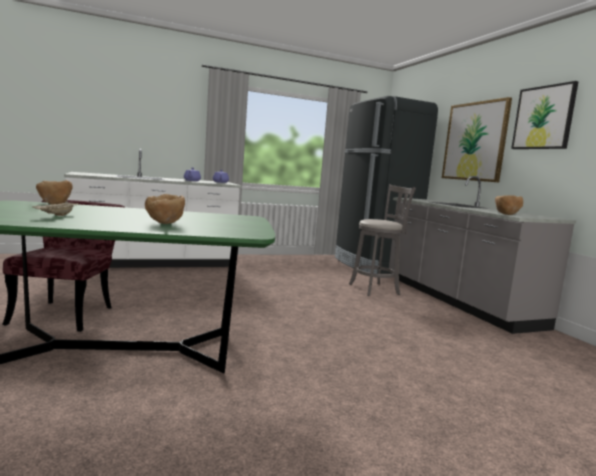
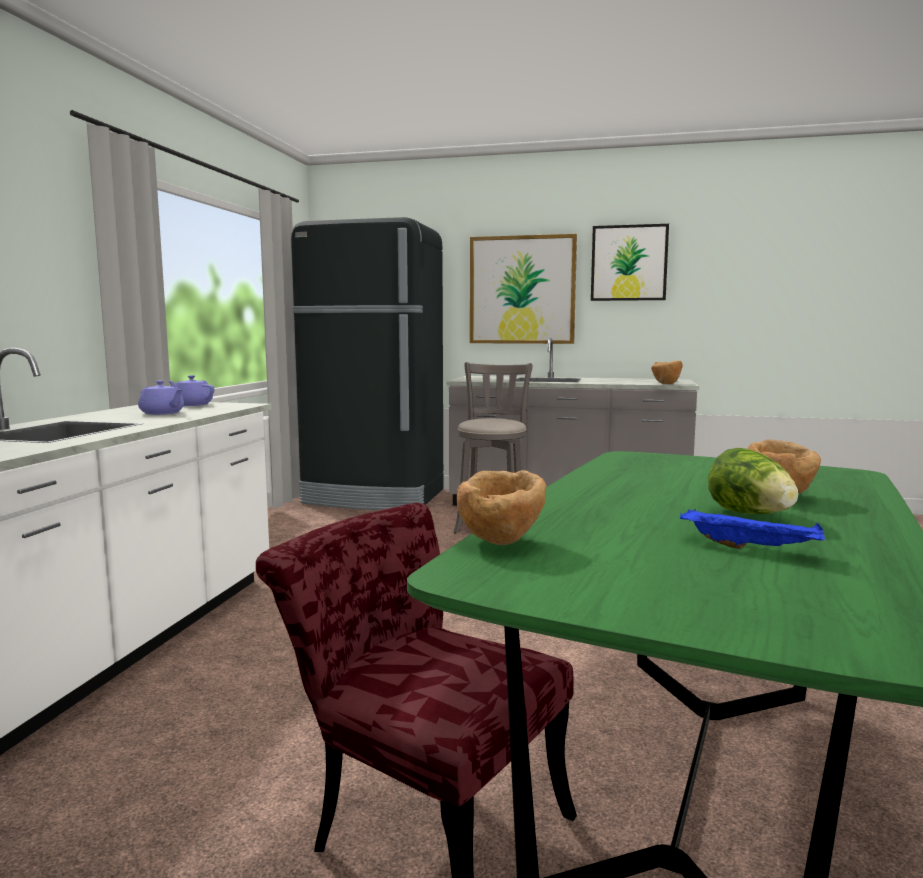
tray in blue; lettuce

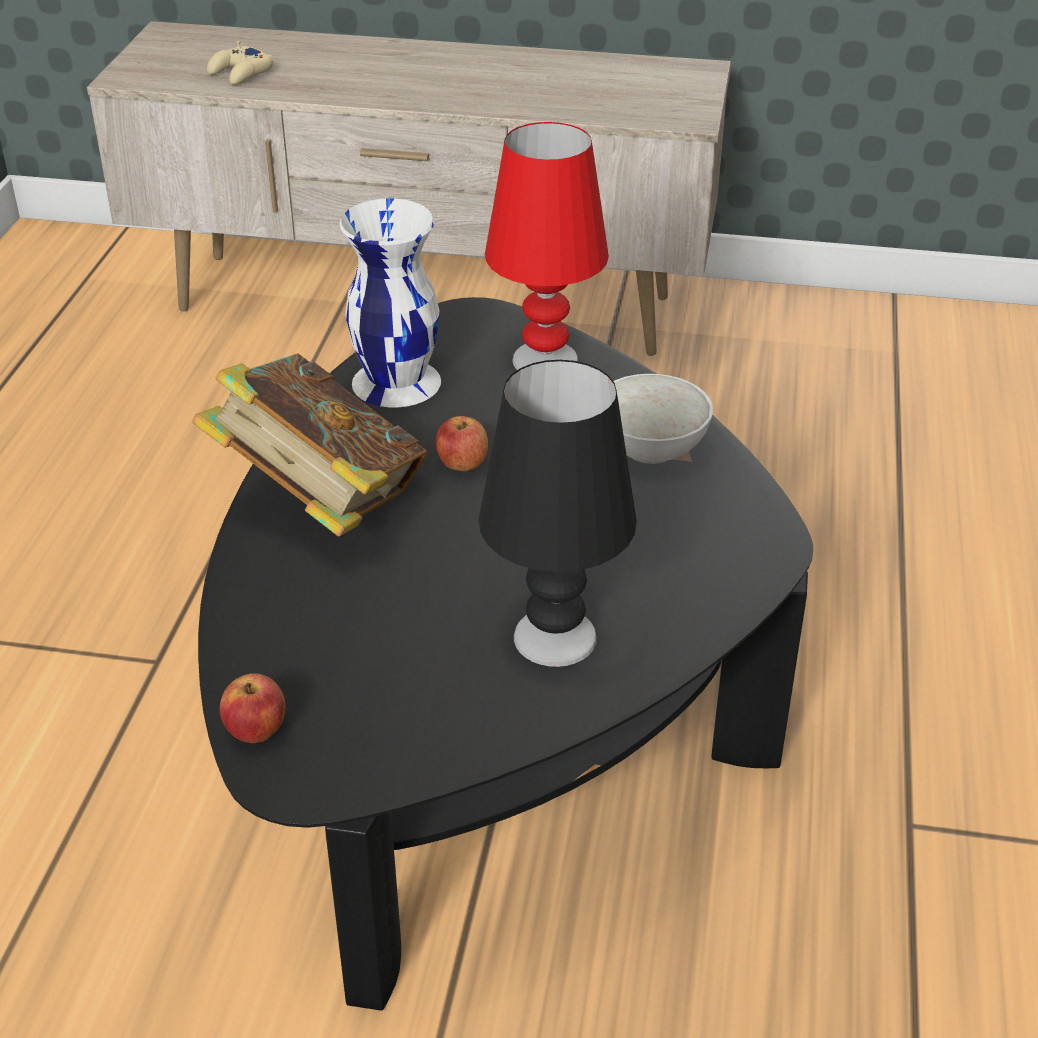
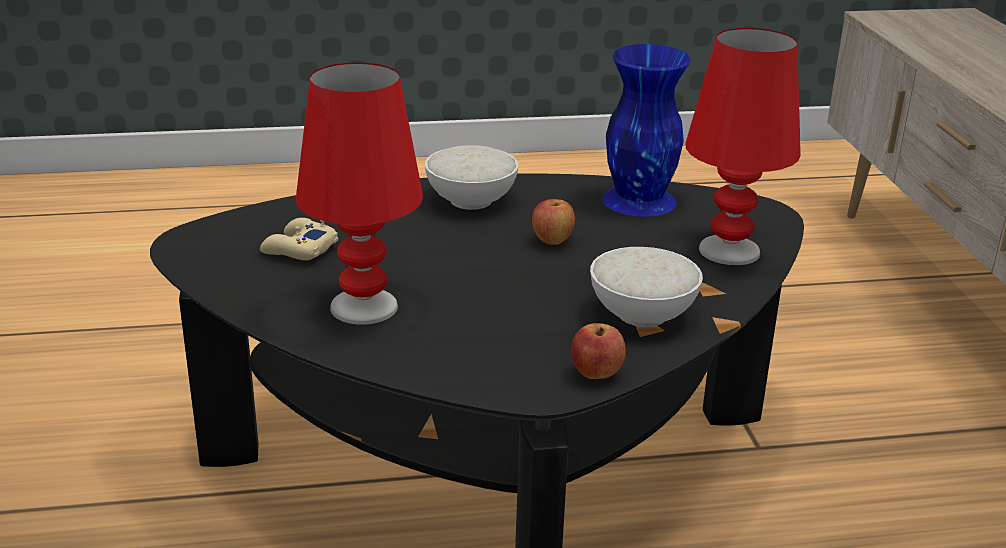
bowl in white (1st from left); game controller in beige; apple (2nd from left); vase in blue; table lamp in red (1st from left)

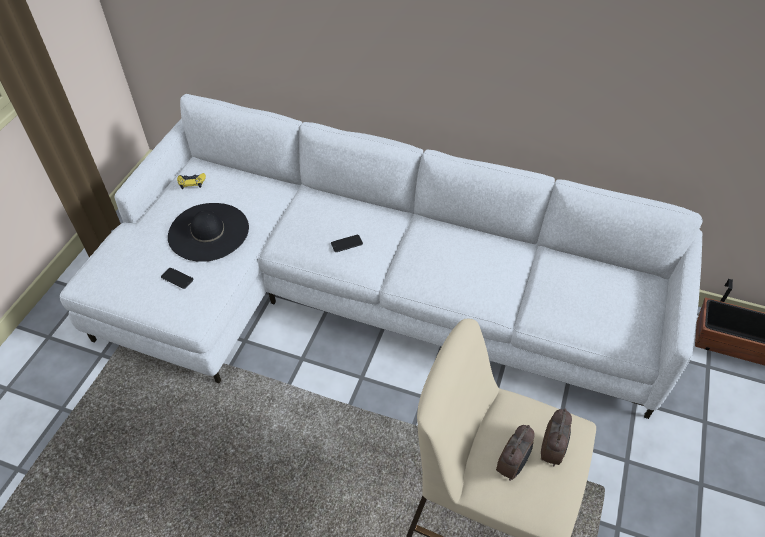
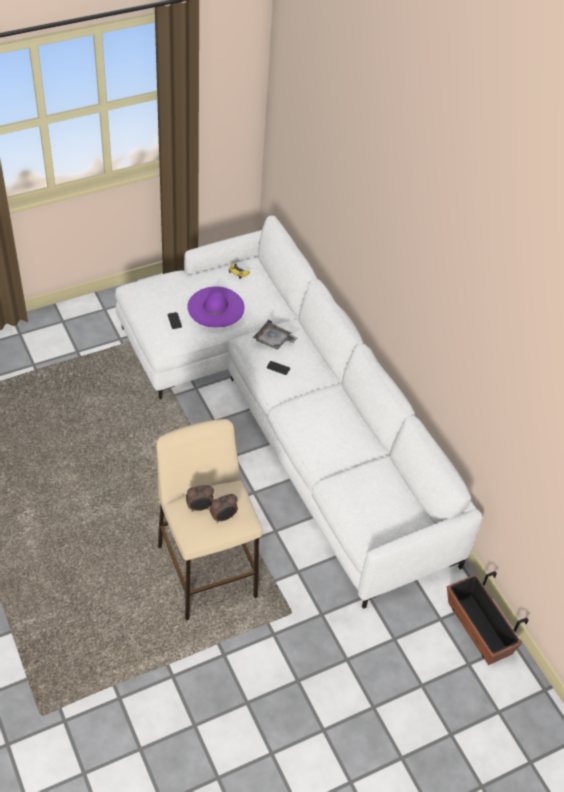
hat in purple; tray in grey

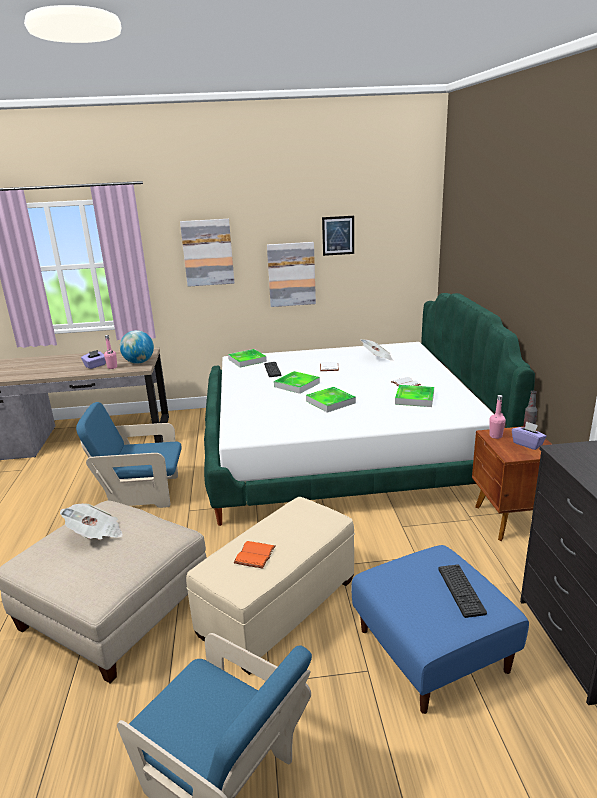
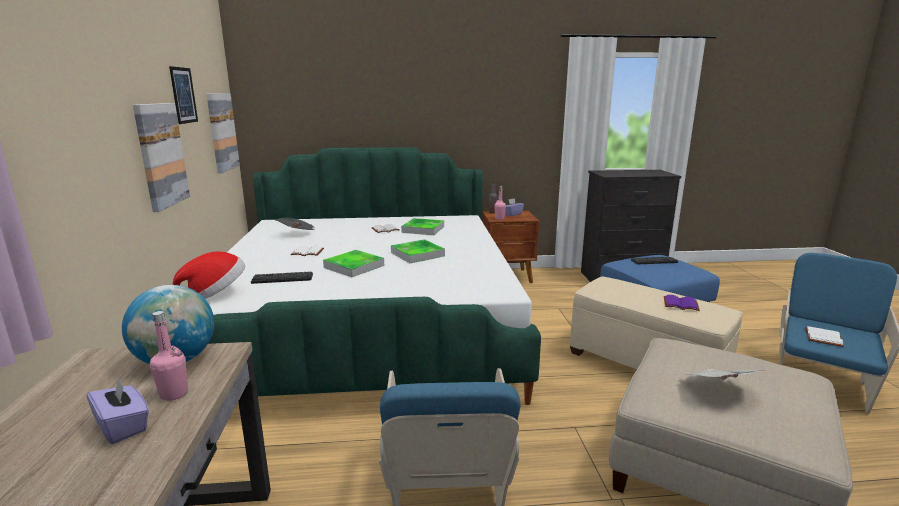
picture (3rd from left); hat; book in purple; book in white (3rd from left)

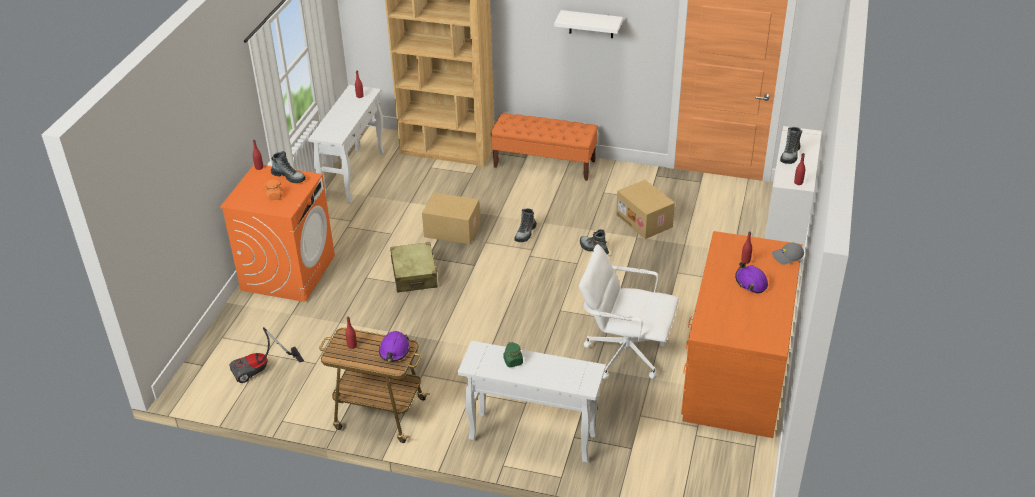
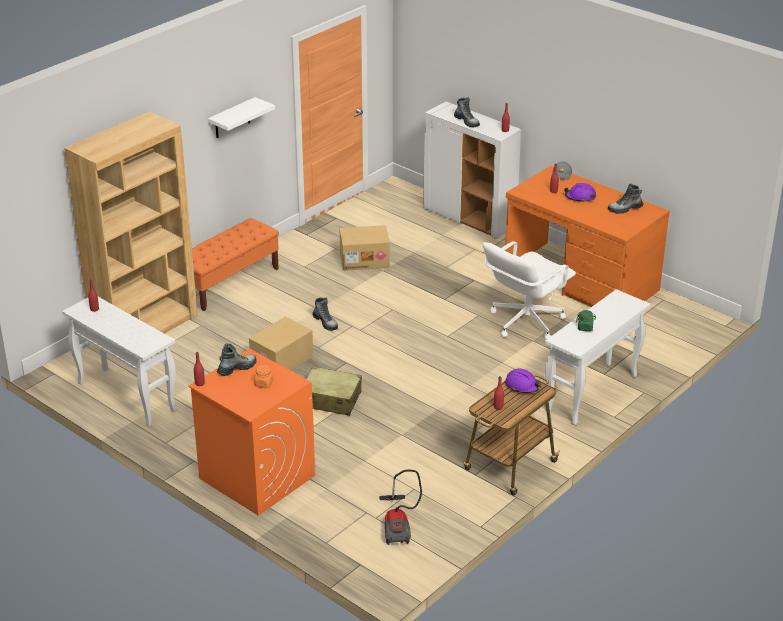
boot (4th from left)

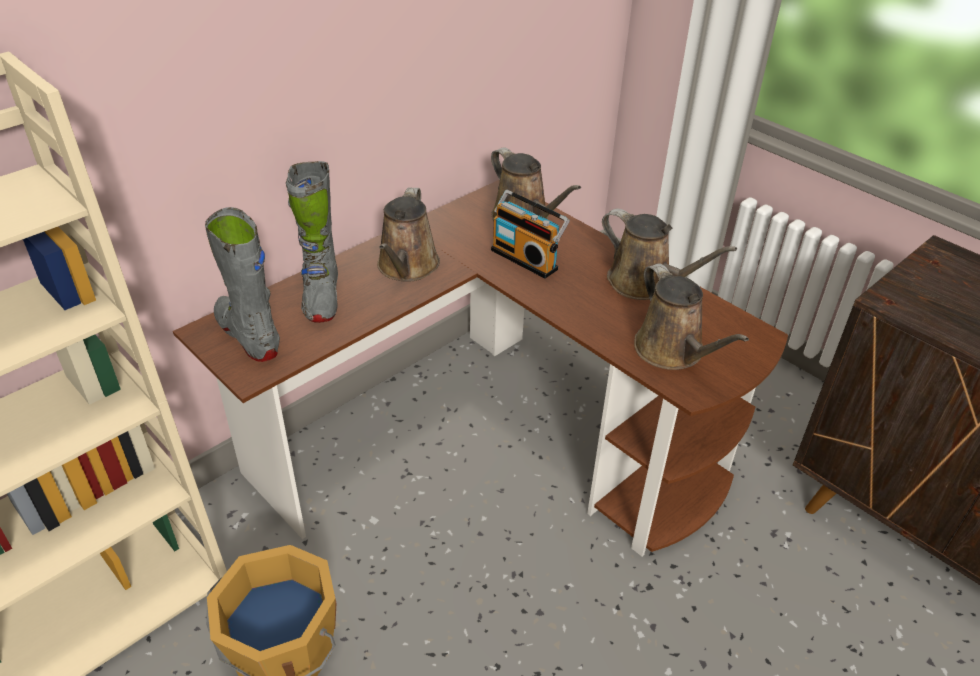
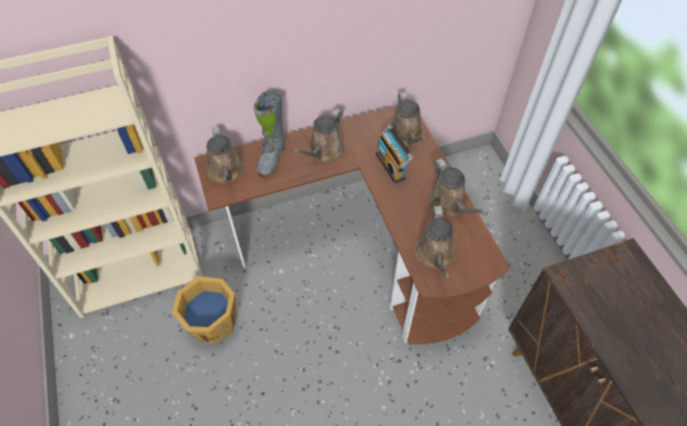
watering can in brown (1st from left)

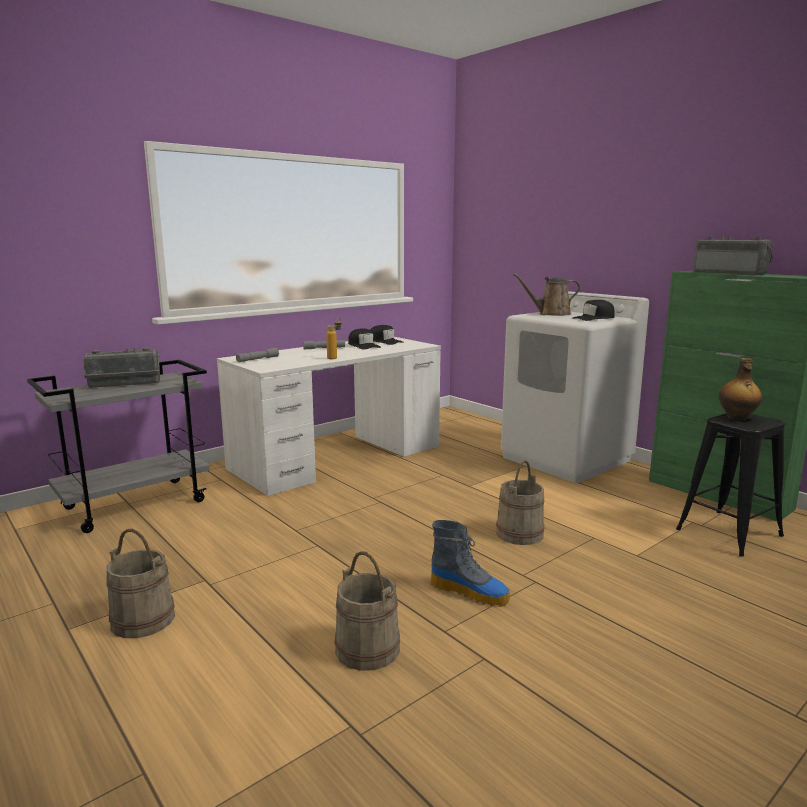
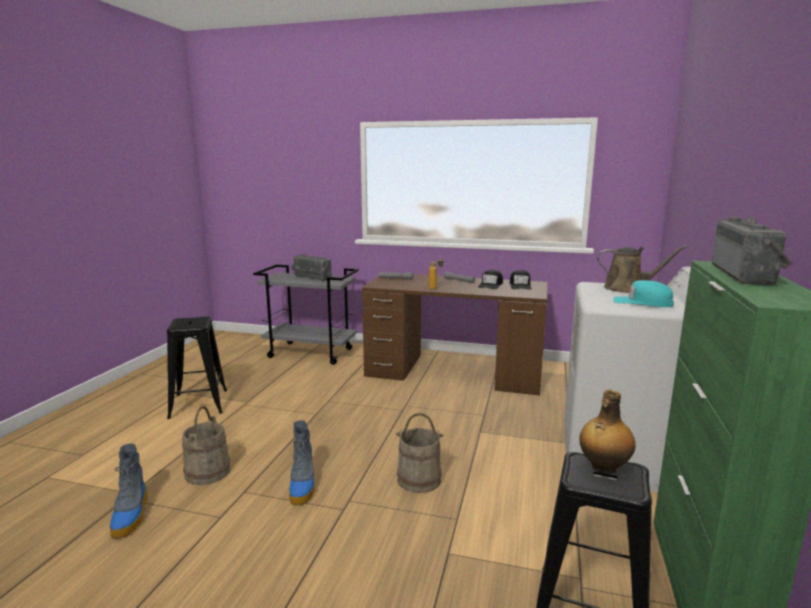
stool in black (1st from left); desk in brown; watering can in brown; cap in turquoise; boot (1st from left)

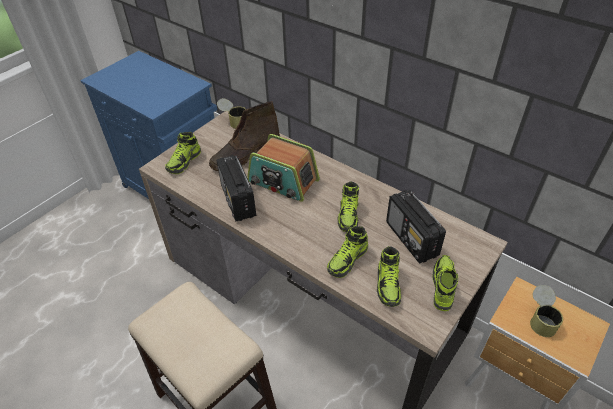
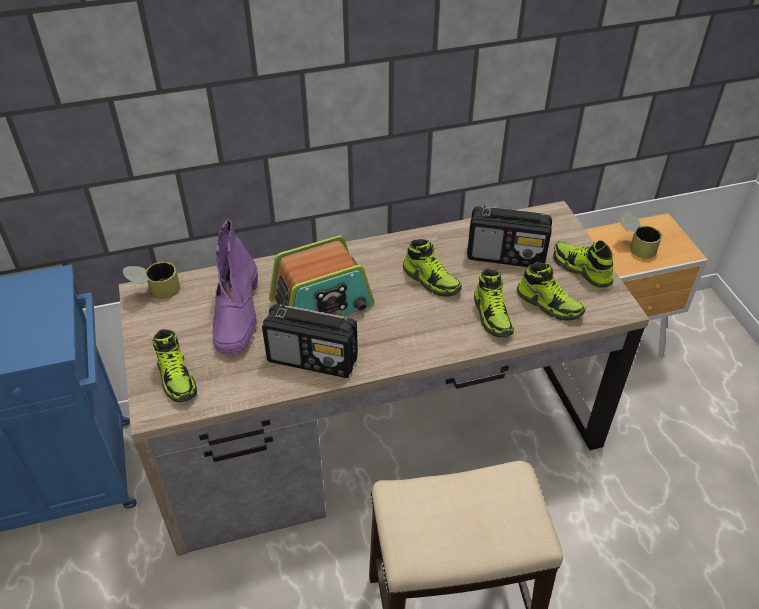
boot in purple

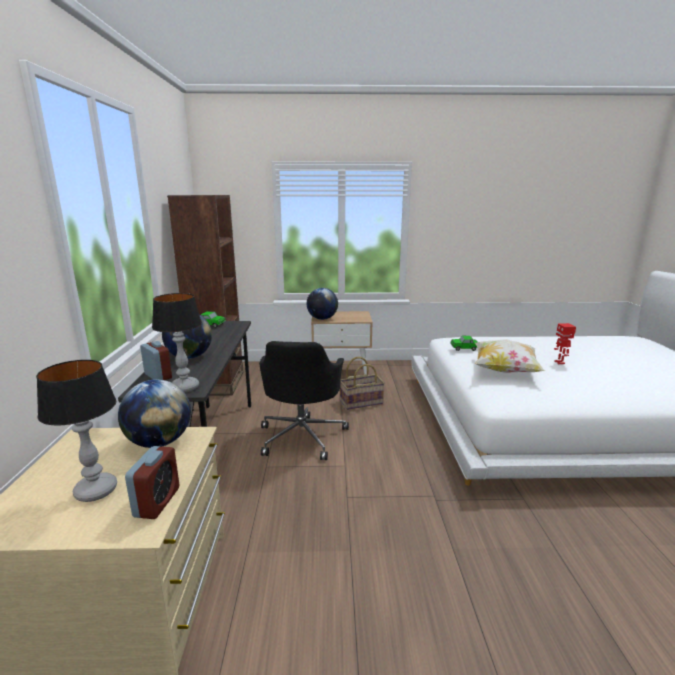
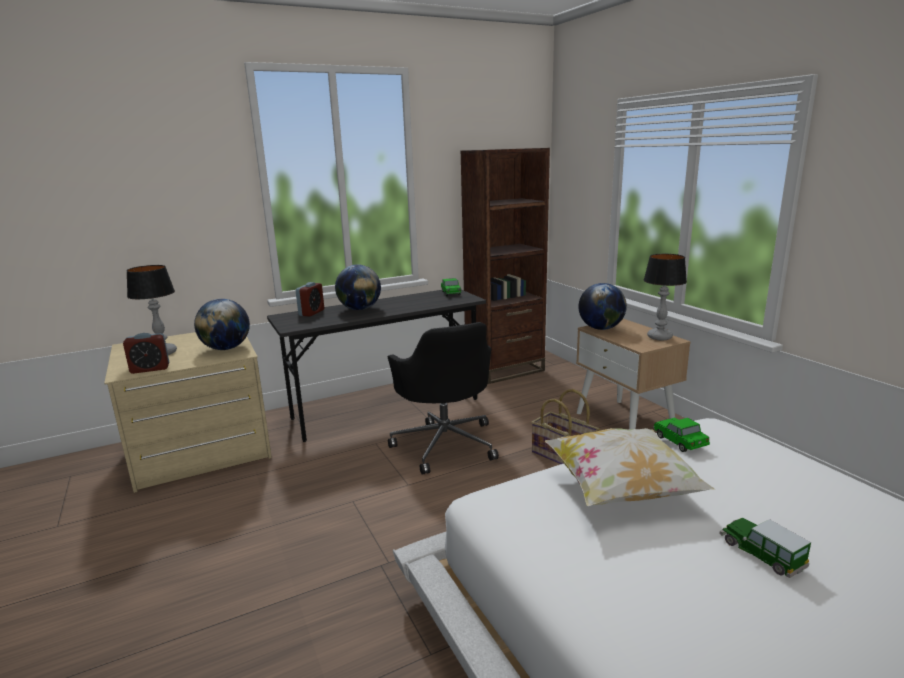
table lamp (2nd from left); office chair in black; toy car (3rd from left)

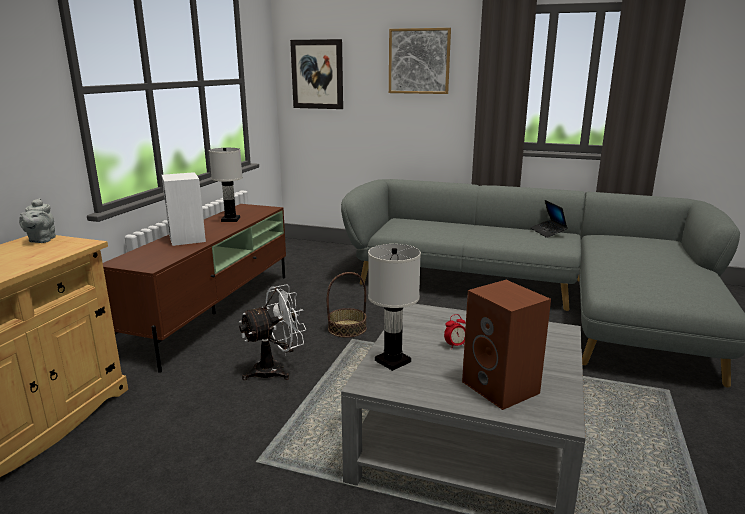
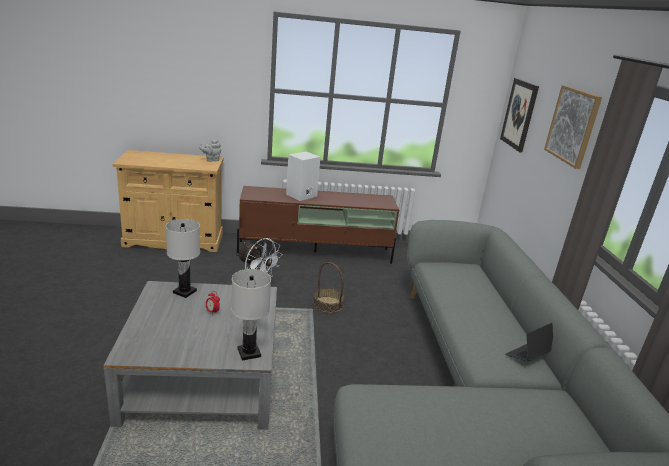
table lamp in white (2nd from left); speaker in brown

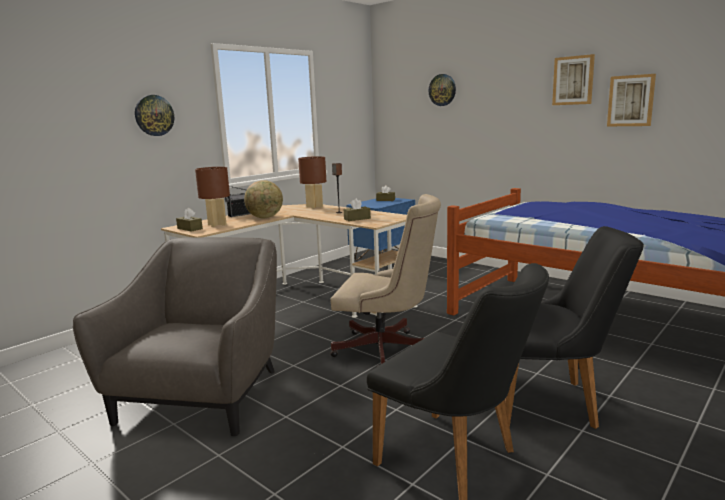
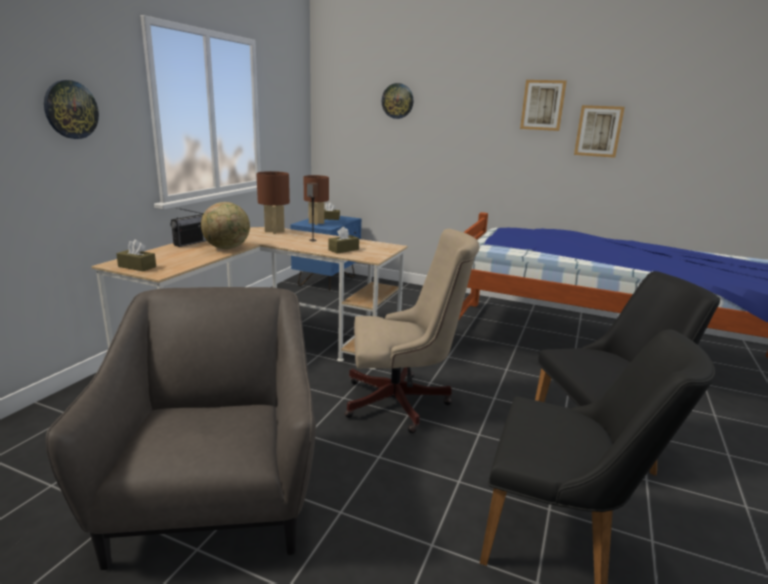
table lamp in brown (2nd from left)

